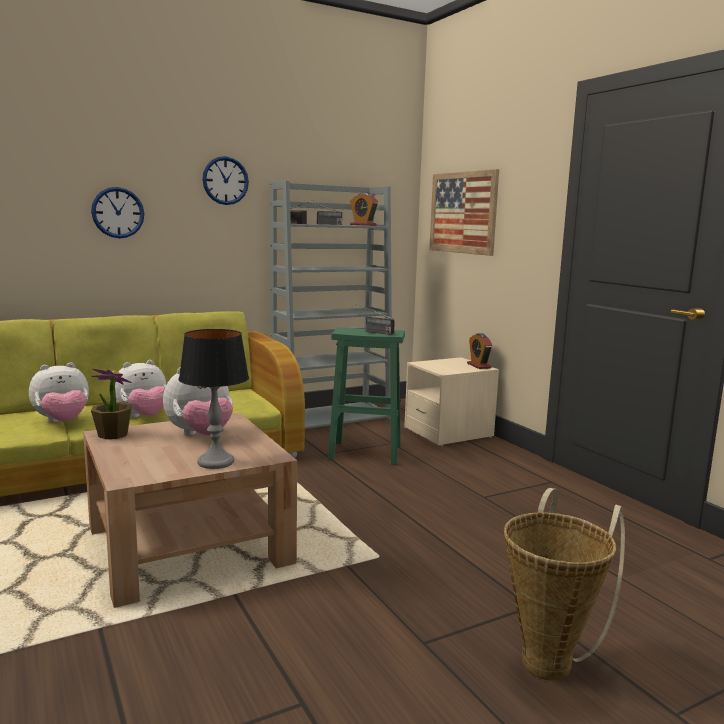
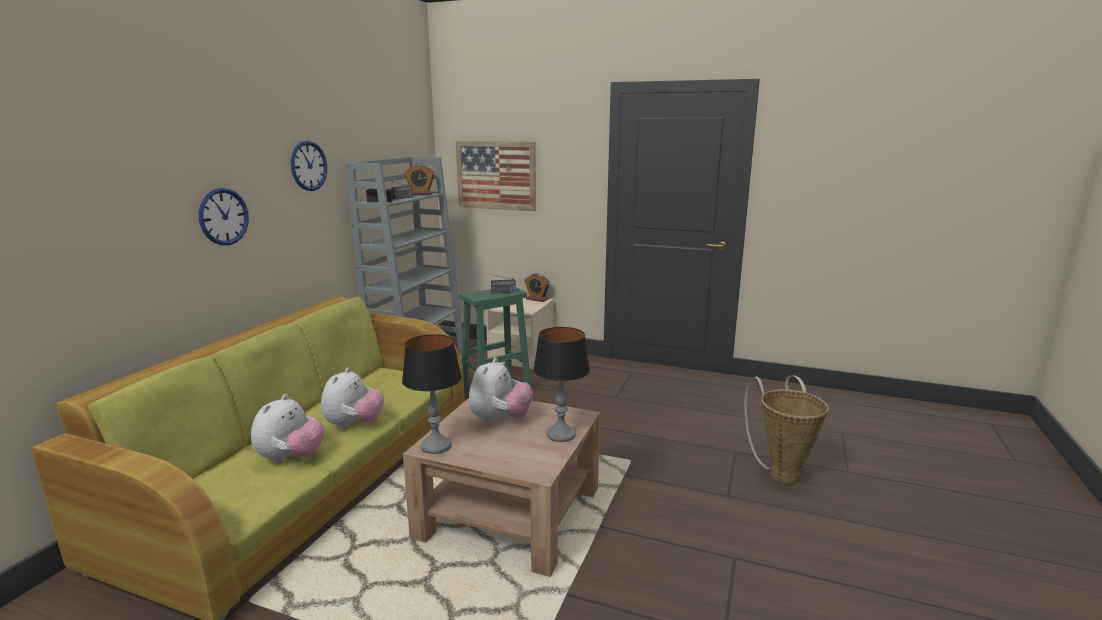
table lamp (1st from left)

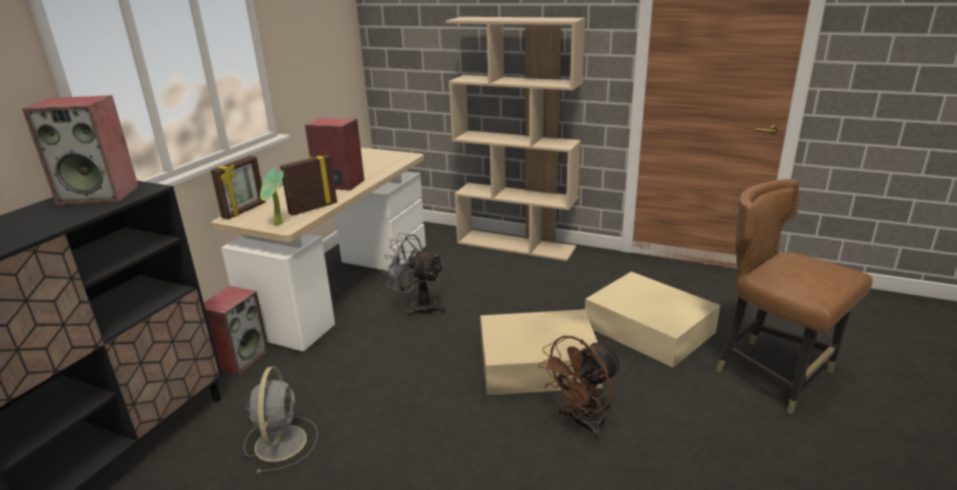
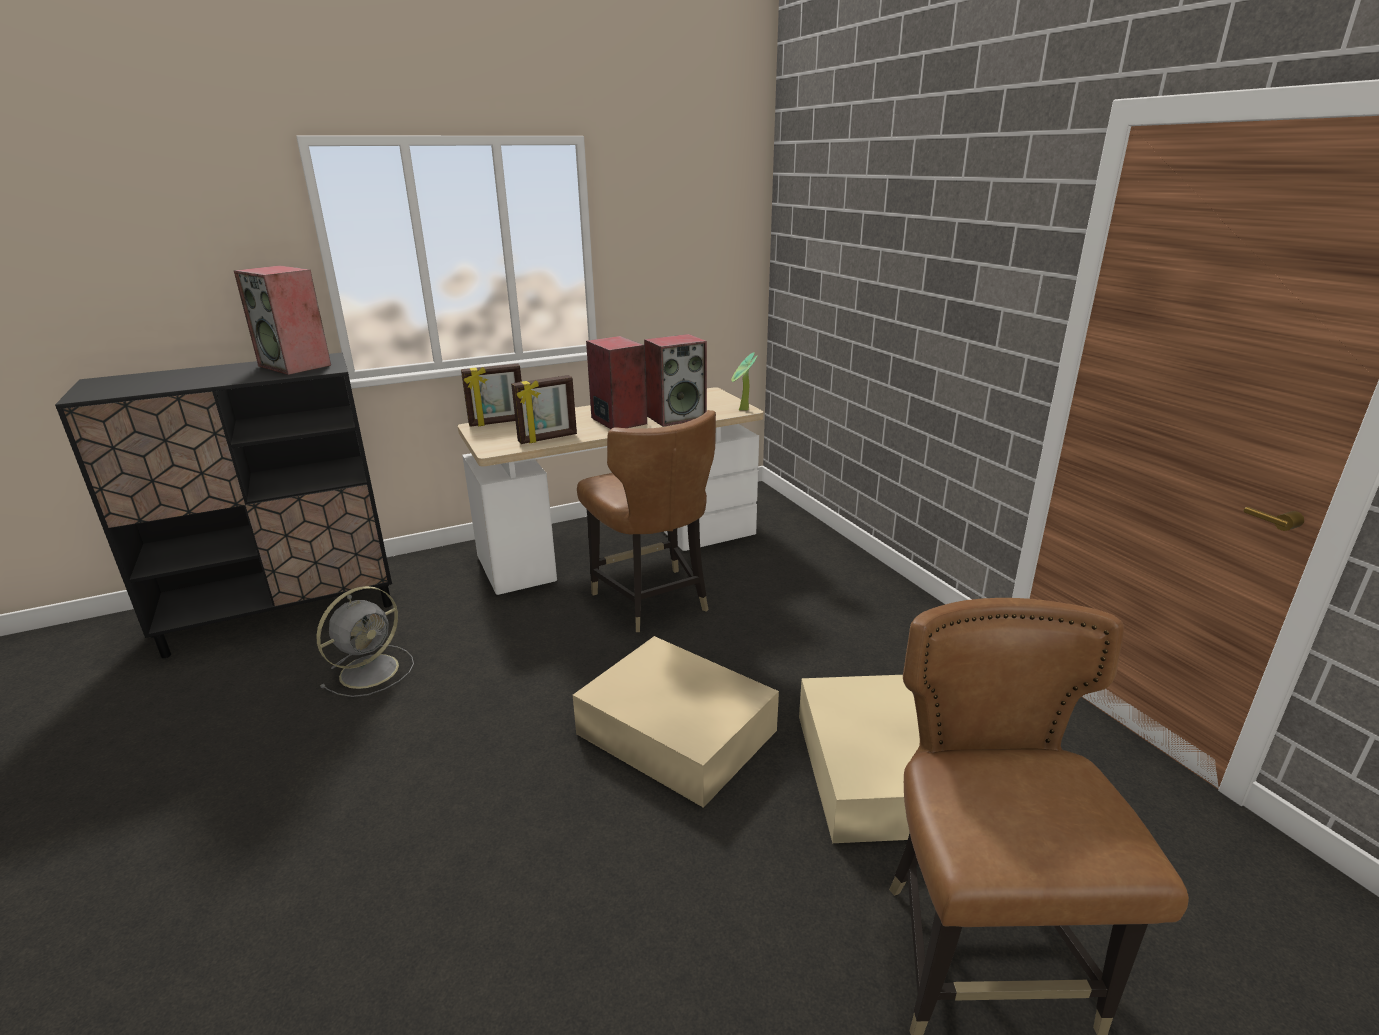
speaker (3rd from left); potted plant; picture frame (2nd from left); chair in brown (1st from left); bookcase in beige; fan in brown

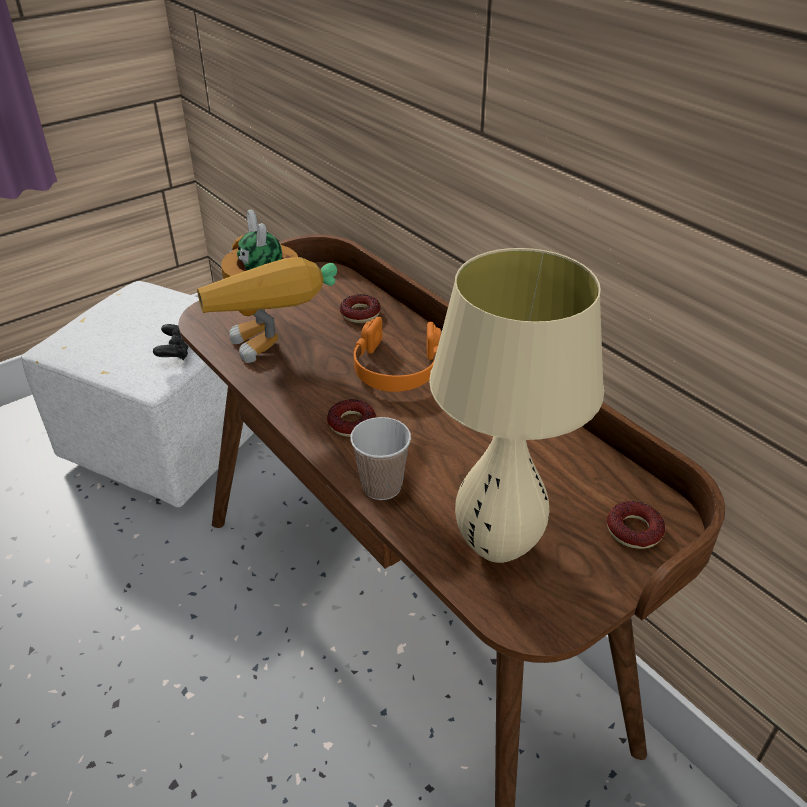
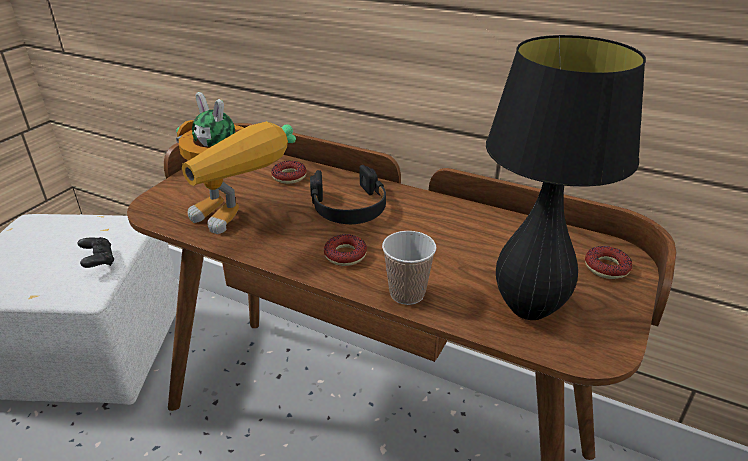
headphones in black; table lamp in black

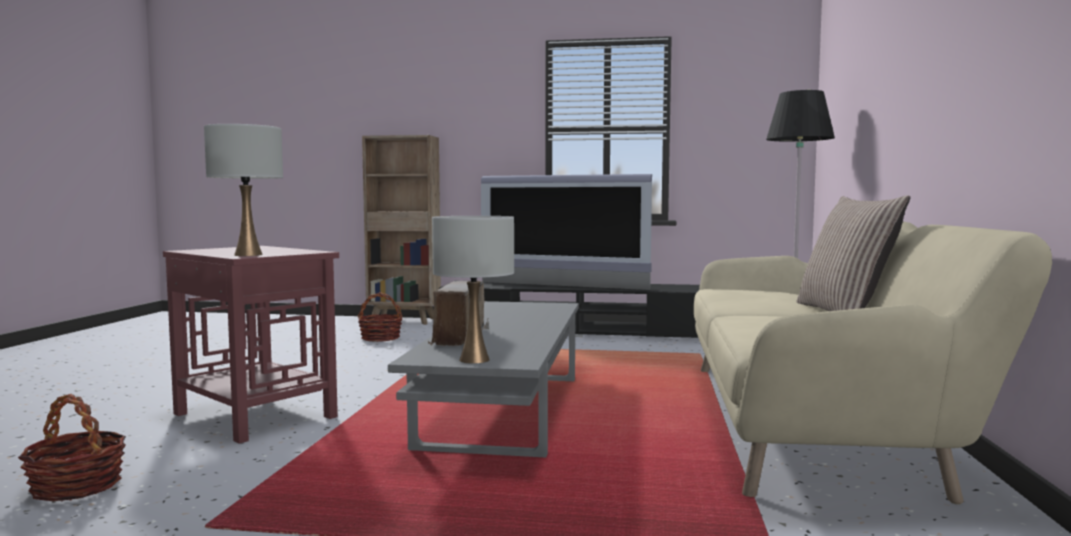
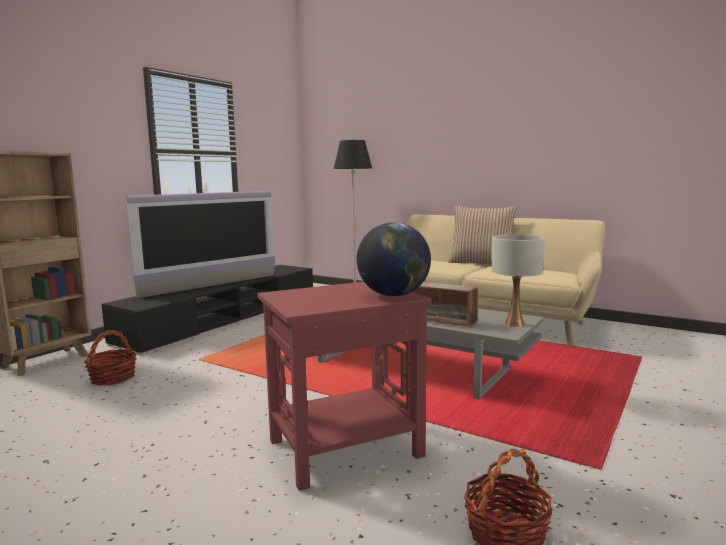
globe

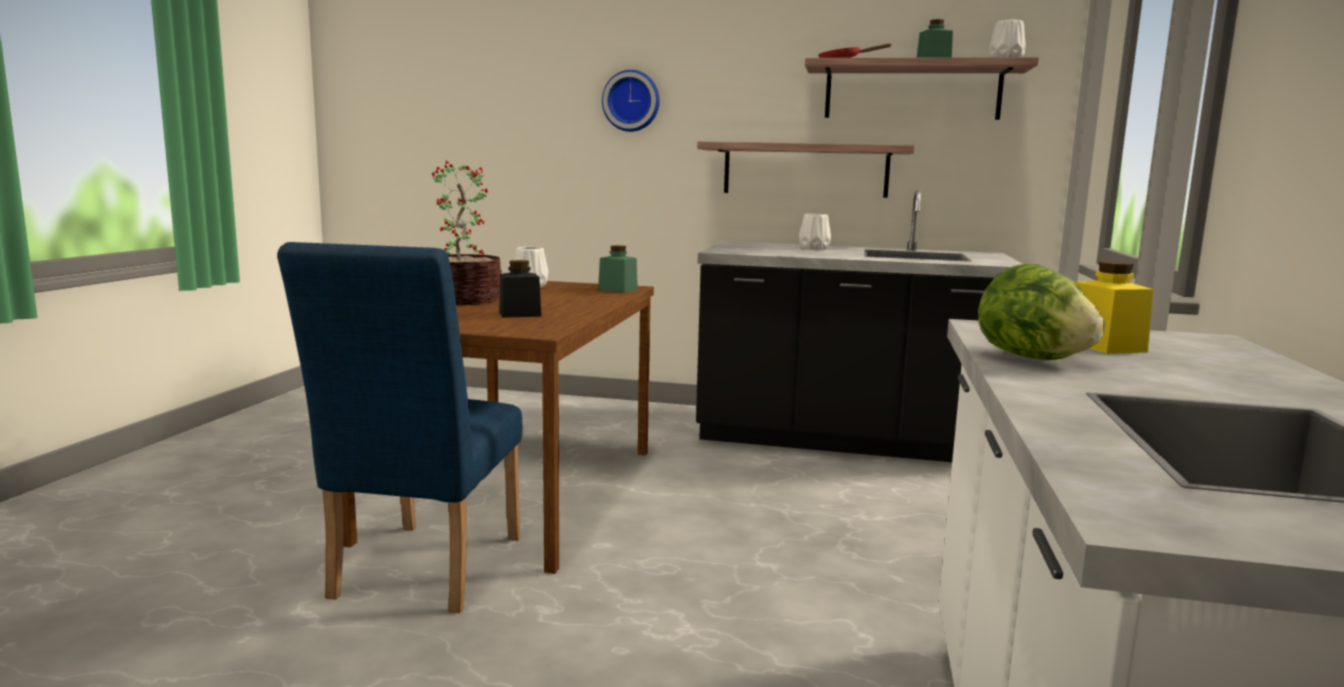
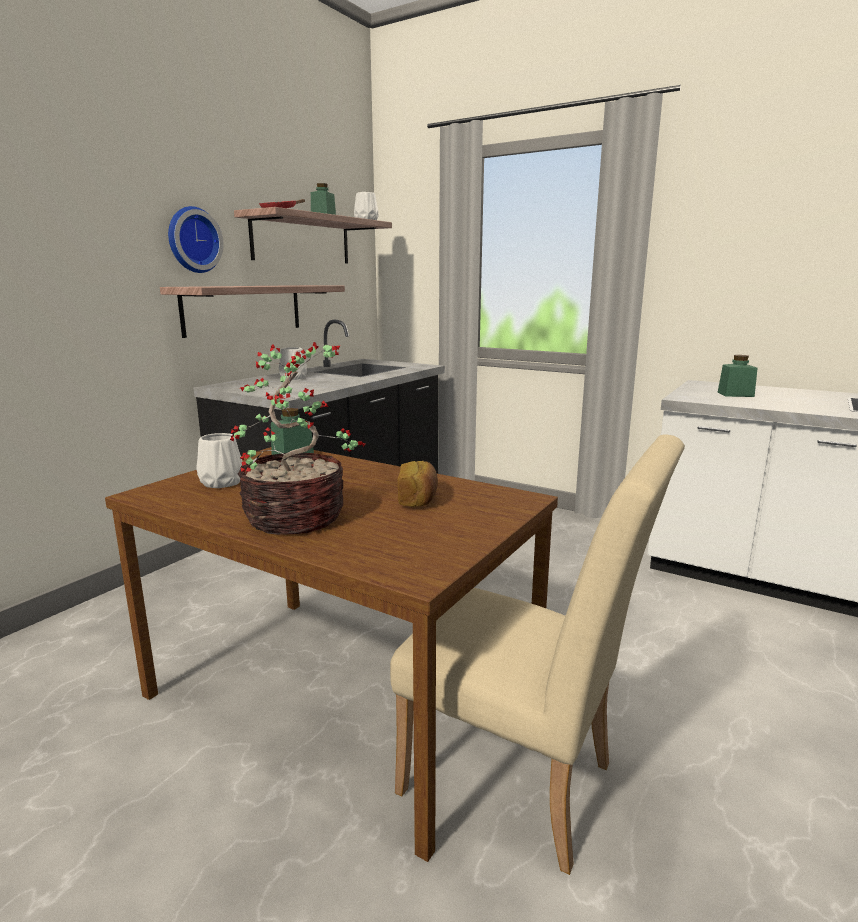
chair in beige; bread; wall clock; lettuce; jar in green (3rd from left)

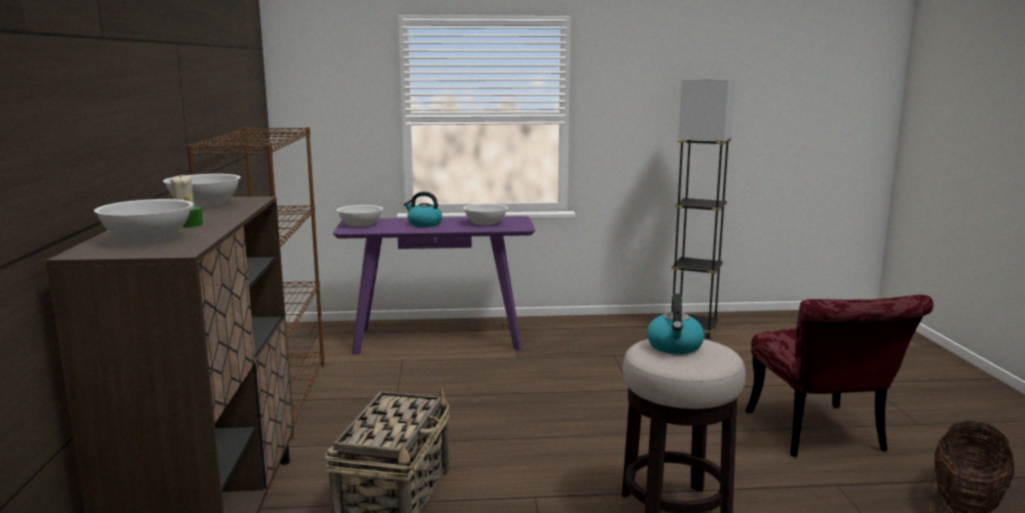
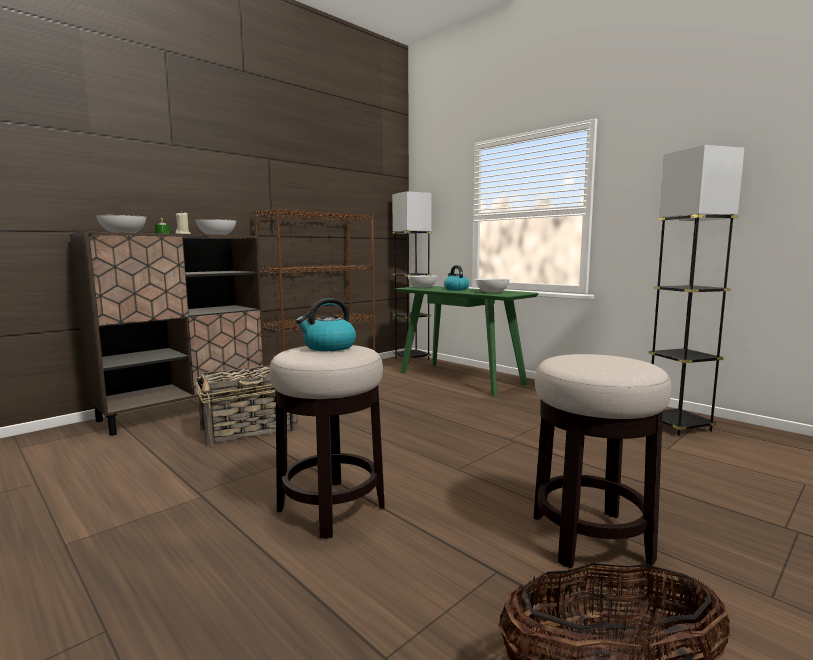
console table in green; stool (2nd from left); floor lamp in grey (1st from left)

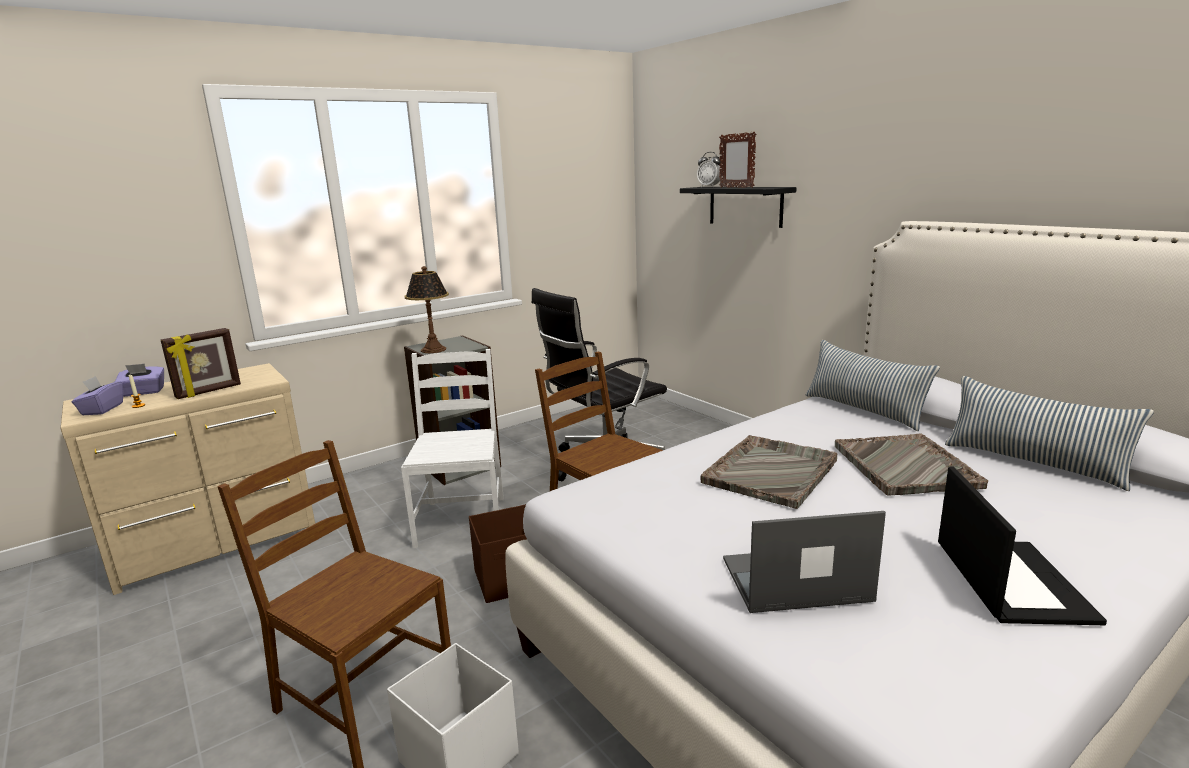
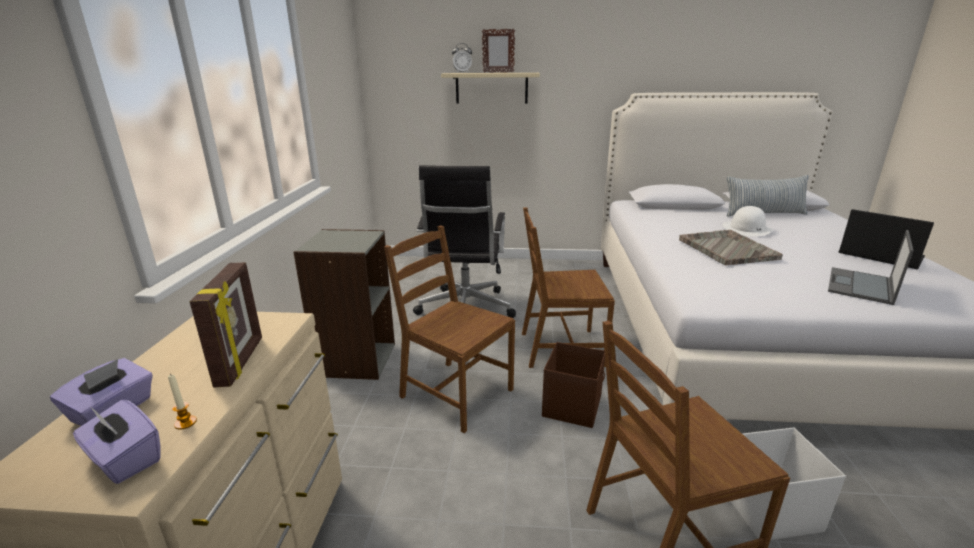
chair in brown (1st from left); table lamp; shelf in beige; pillow (1st from left in the first image); hat in white

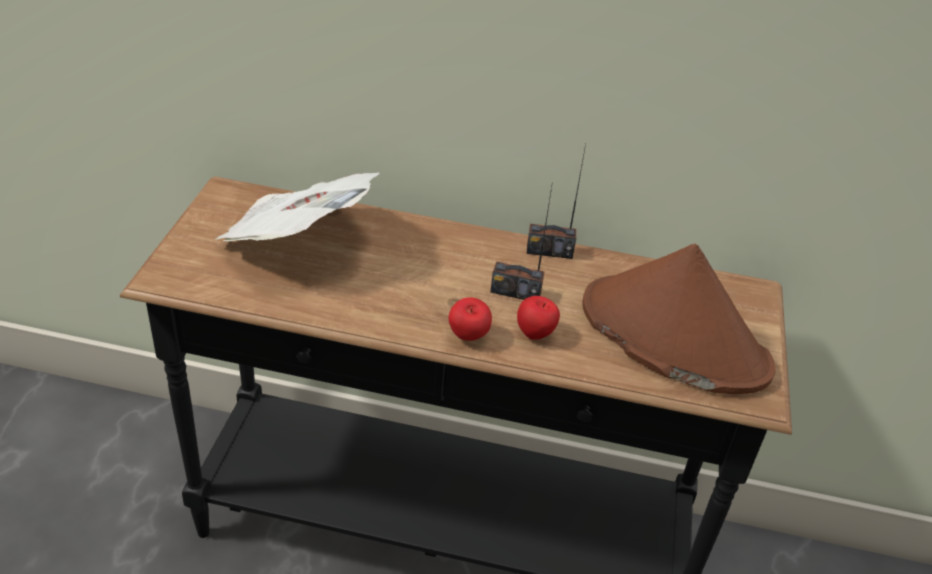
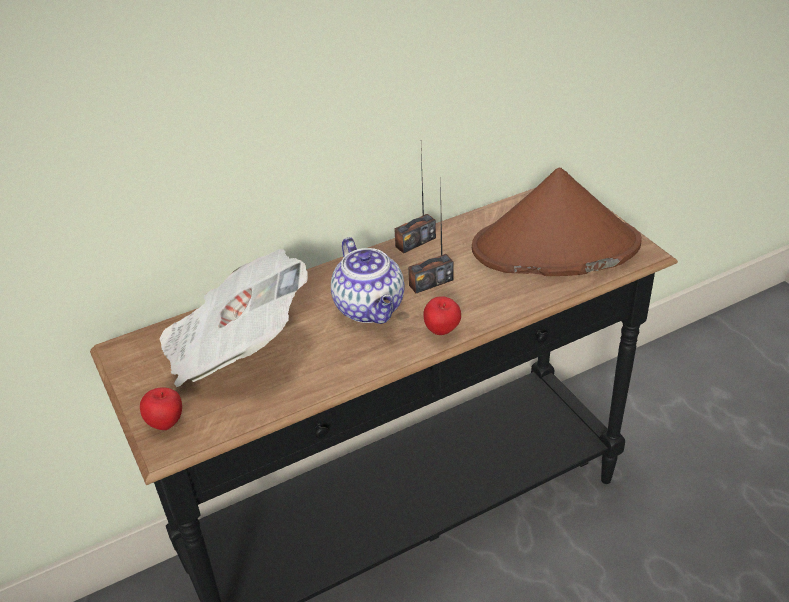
apple (1st from left); teapot

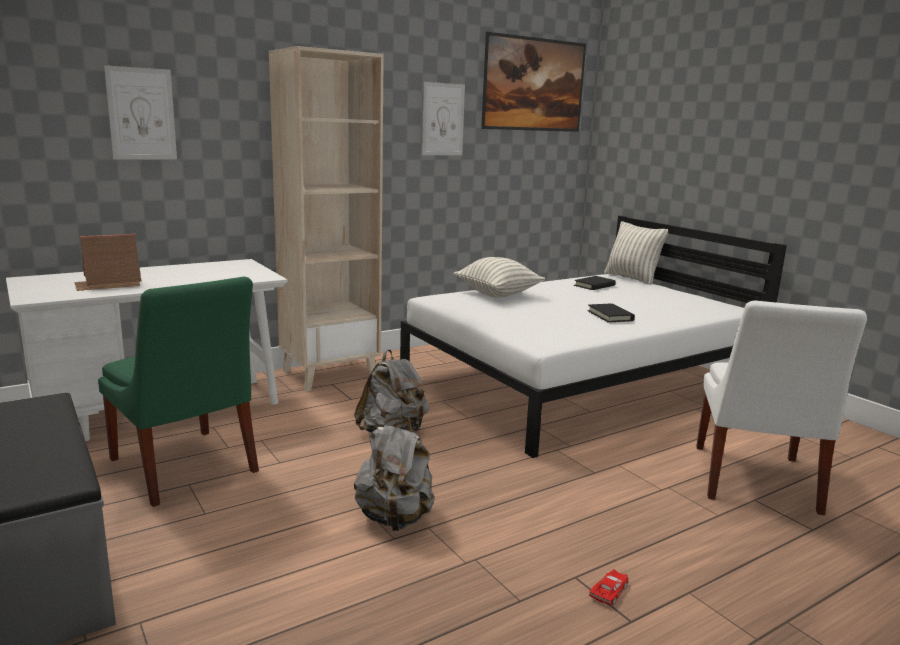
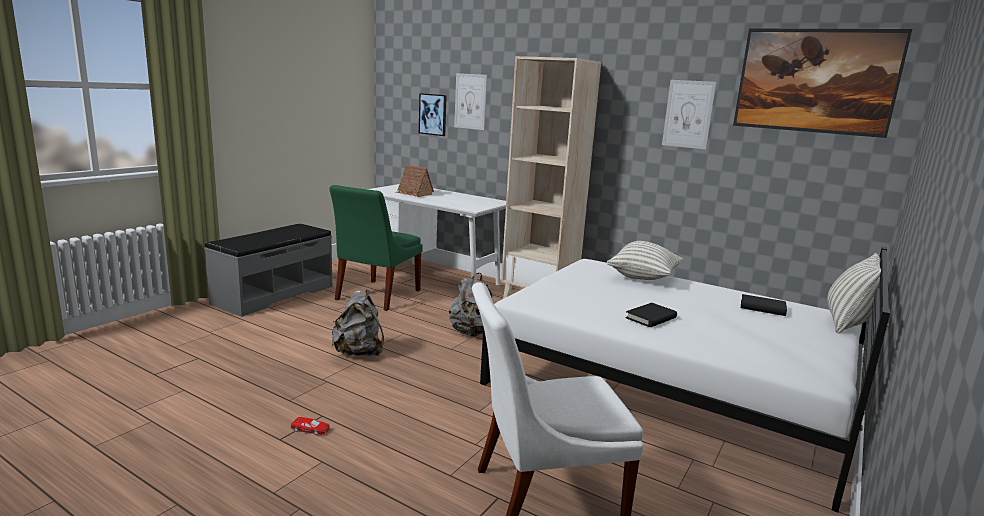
picture (1st from left)

